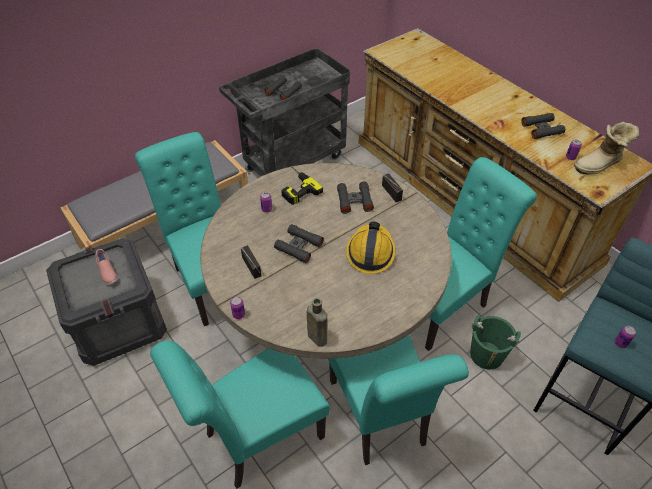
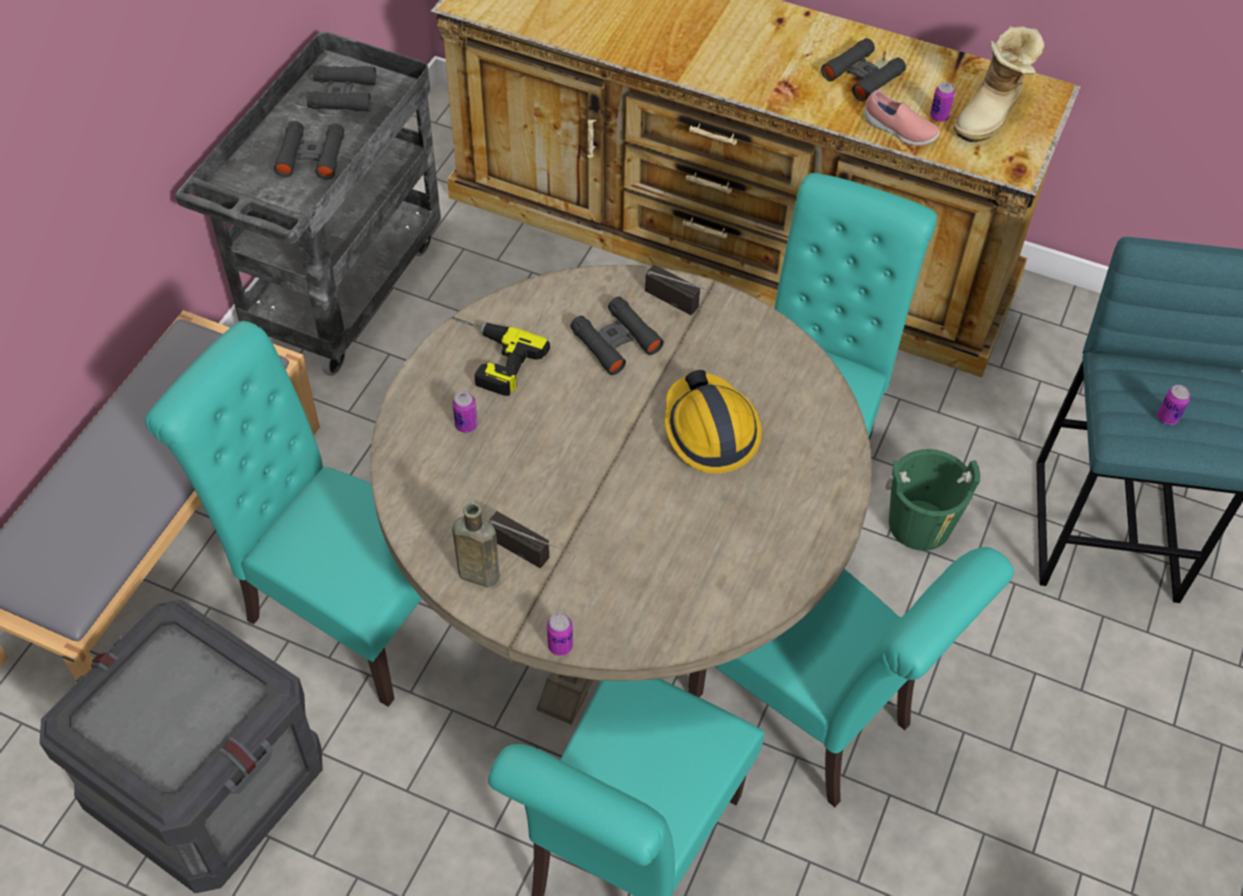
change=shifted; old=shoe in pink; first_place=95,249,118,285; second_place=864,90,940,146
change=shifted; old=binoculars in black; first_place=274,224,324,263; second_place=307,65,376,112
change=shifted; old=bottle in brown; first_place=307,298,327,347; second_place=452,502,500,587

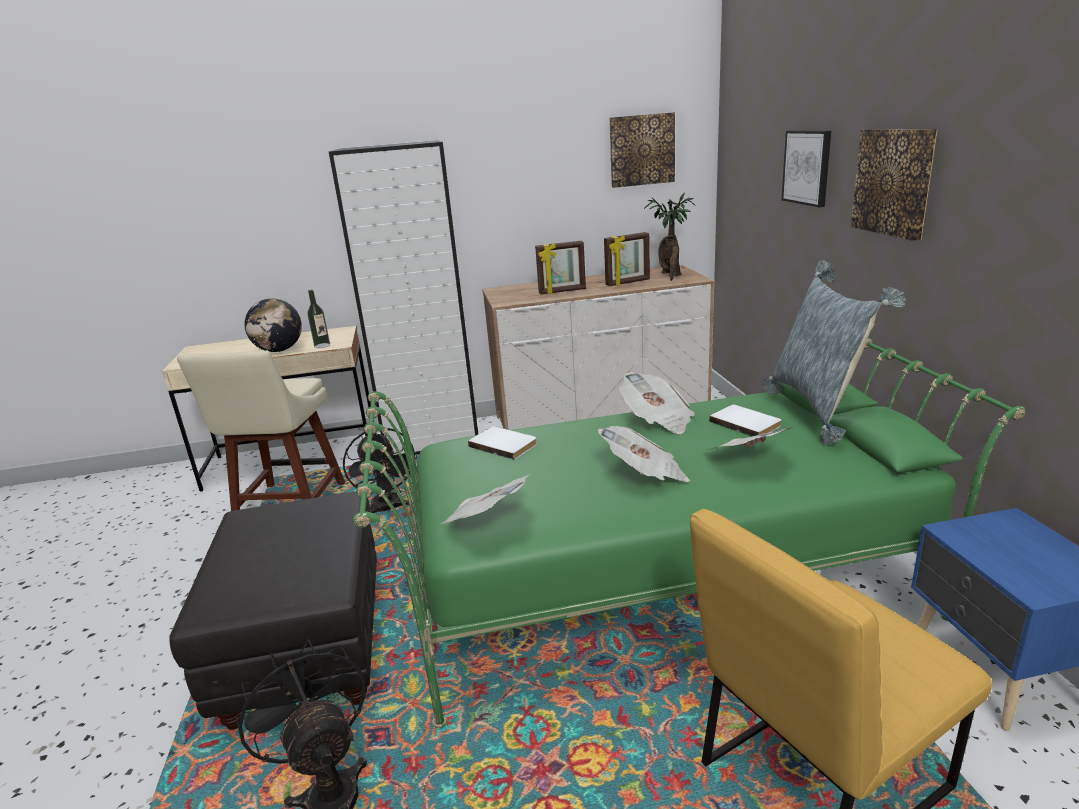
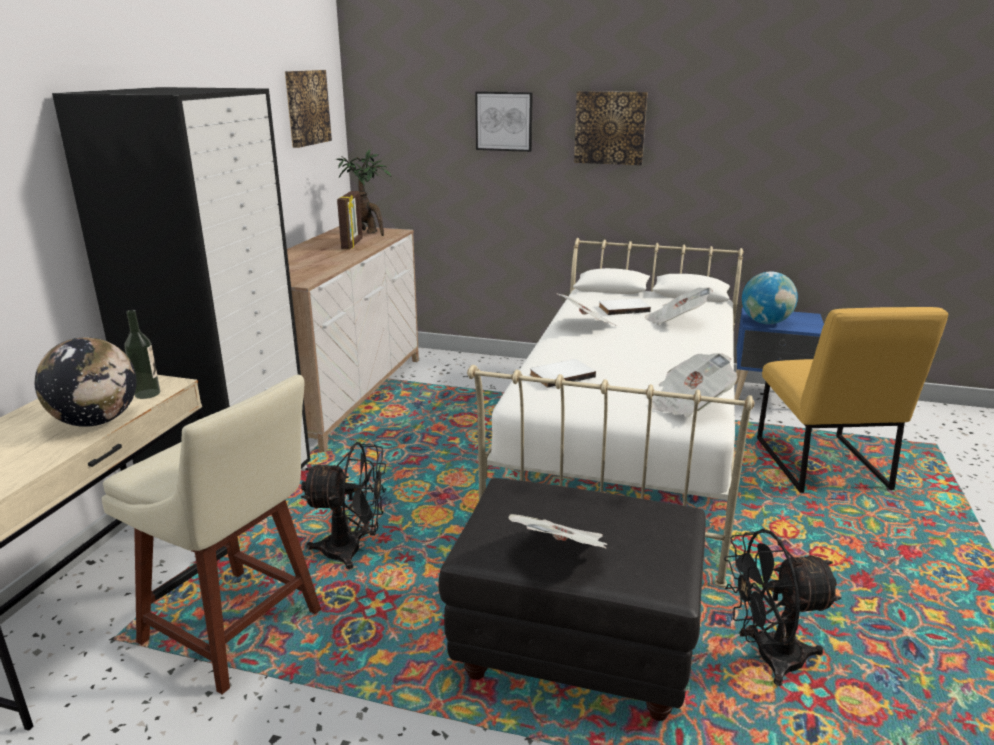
change=gone; old=picture frame; first_place=535,241,586,294
change=gone; old=pillow; first_place=762,260,906,446
change=new; new=globe; second_place=742,271,798,324
change=shifted; old=newspaper; first_place=598,426,690,482; second_place=509,514,608,548
change=repainted; old=bed in green; new=bed in white; first_place=353,338,1026,728; second_place=467,238,754,587

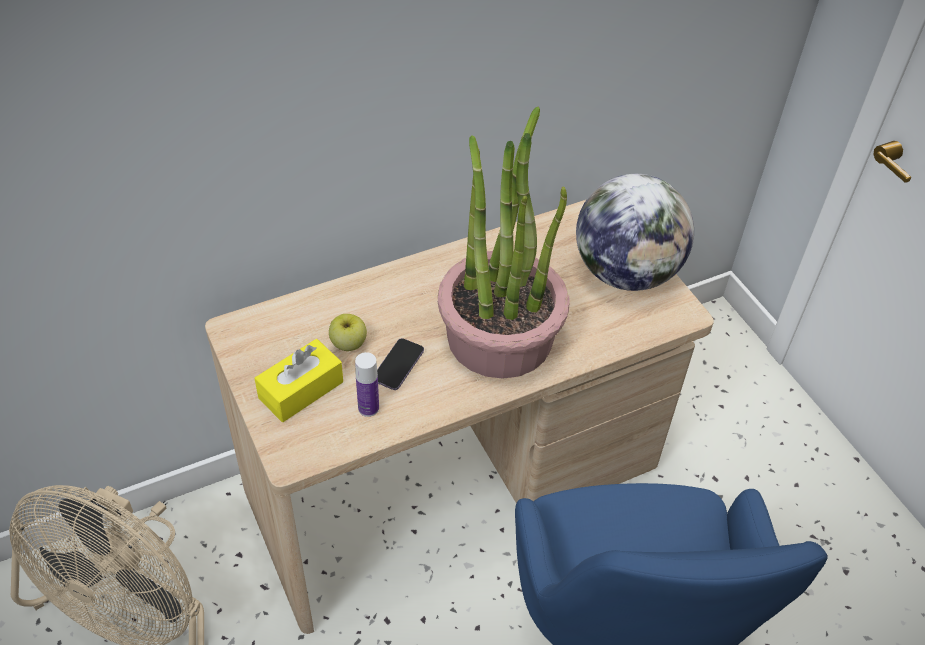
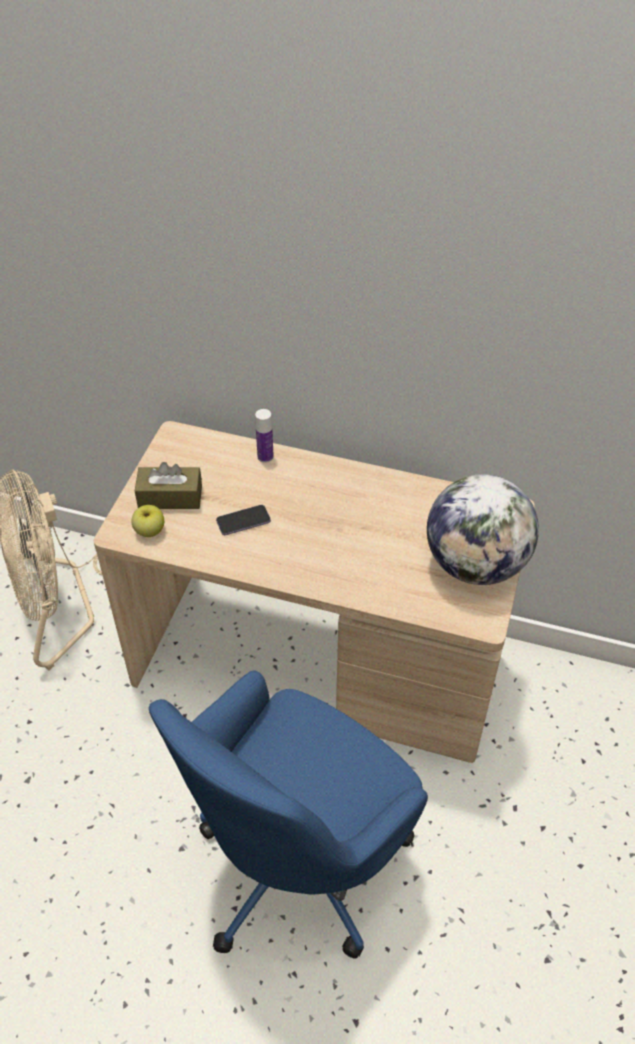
change=gone; old=potted plant; first_place=438,106,570,379
change=shifted; old=apple; first_place=329,314,367,351; second_place=131,505,164,537
change=shifted; old=bottle; first_place=355,352,379,417; second_place=255,409,274,463
change=repainted; old=tissue box in yellow; new=tissue box in brown; first_place=255,339,343,422; second_place=135,462,202,509

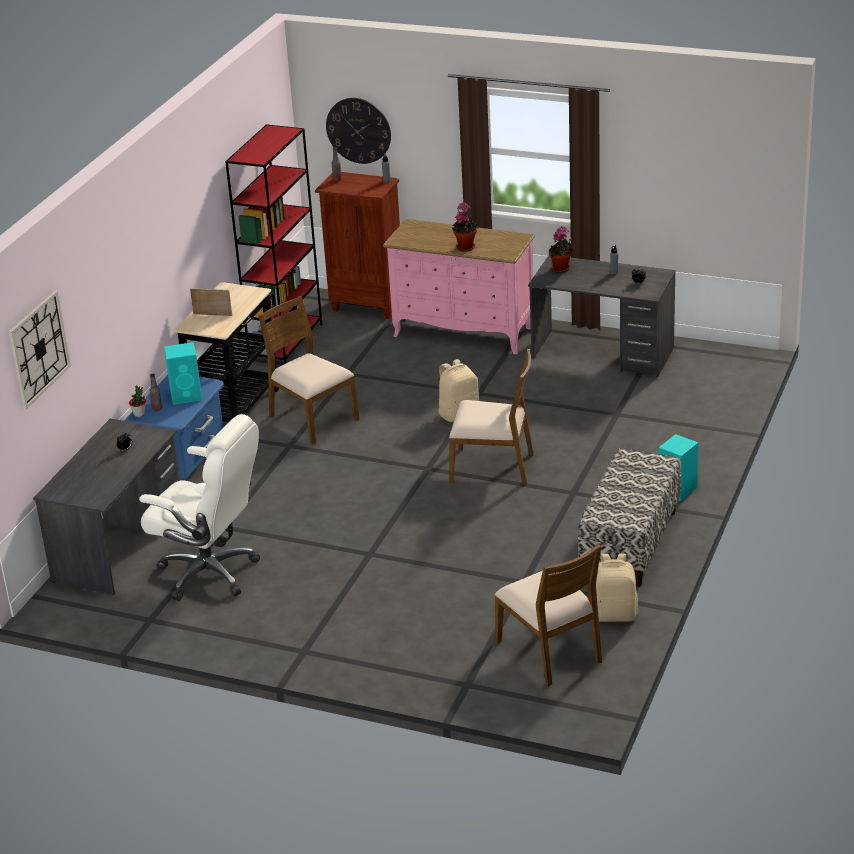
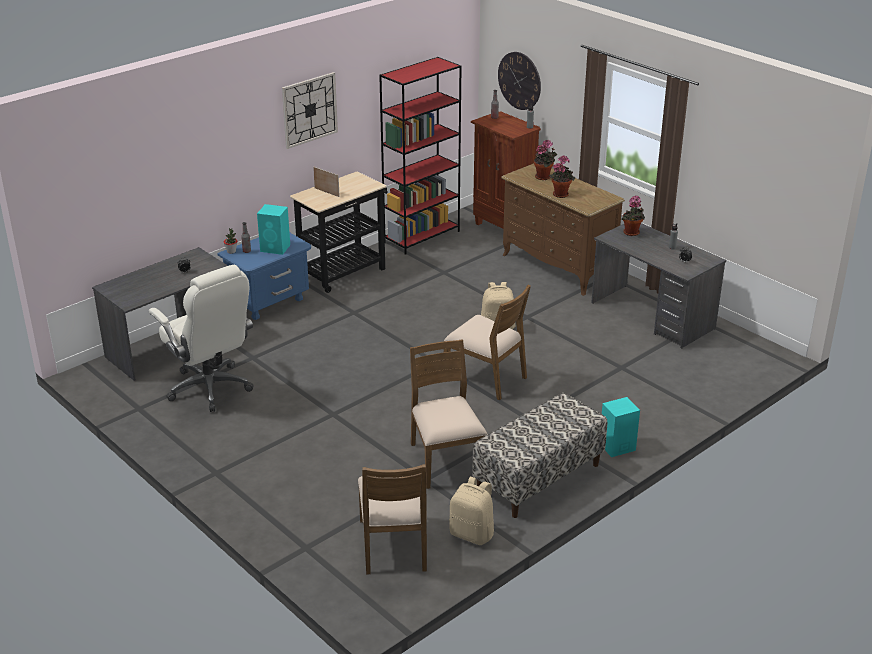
change=new; new=potted plant; second_place=534,140,557,180
change=shifted; old=wall clock; first_place=8,291,71,409; second_place=282,72,338,149
change=shifted; old=chair in brown; first_place=258,296,359,444; second_place=410,340,487,489
change=repainted; old=dresser in pink; new=dresser in brown; first_place=383,219,535,354; second_place=501,163,625,296

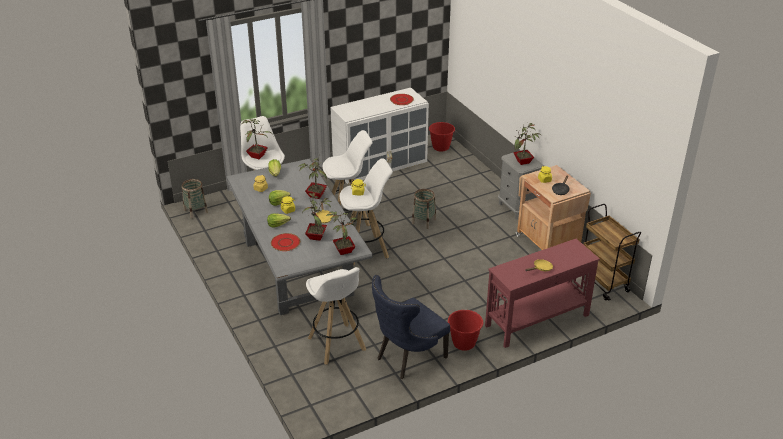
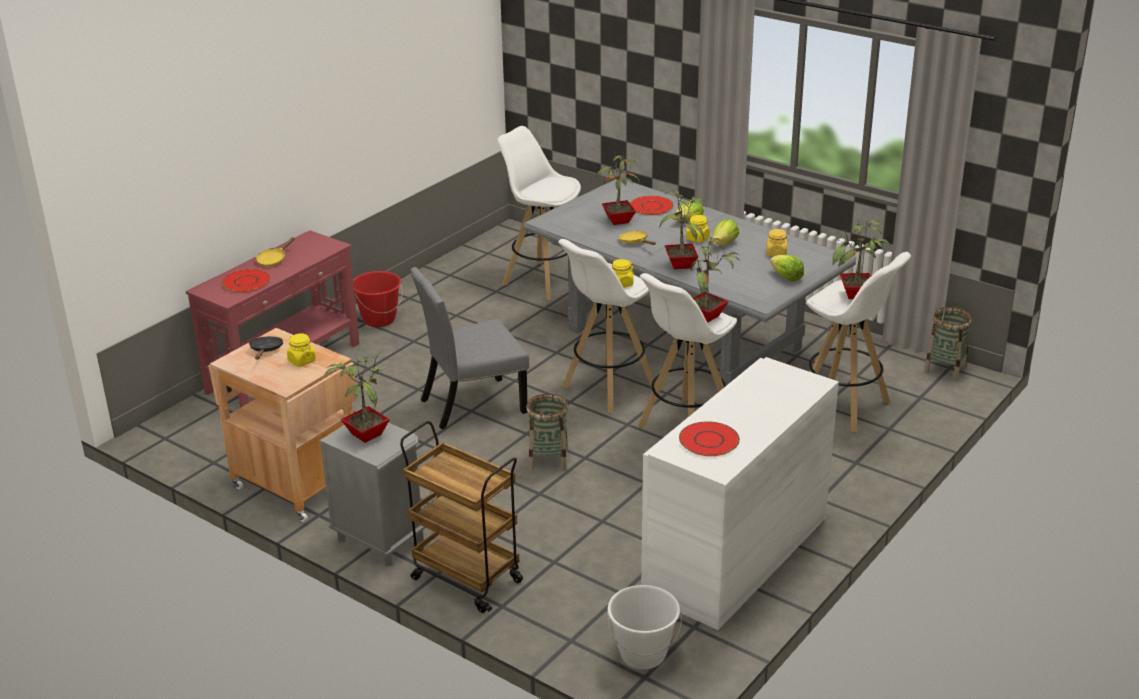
change=gone; old=chair in blue; first_place=372,275,450,379
change=new; new=plate in red; second_place=222,269,271,292
change=new; new=chair in grey; second_place=411,267,530,429
change=shifted; old=potted plant; first_place=326,211,358,255; second_place=689,236,740,323
change=shifted; old=cart in brown; first_place=583,204,641,301; second_place=400,421,523,613
change=repainted; old=bucket in red; new=bucket in white; first_place=429,122,456,152; second_place=607,585,682,669

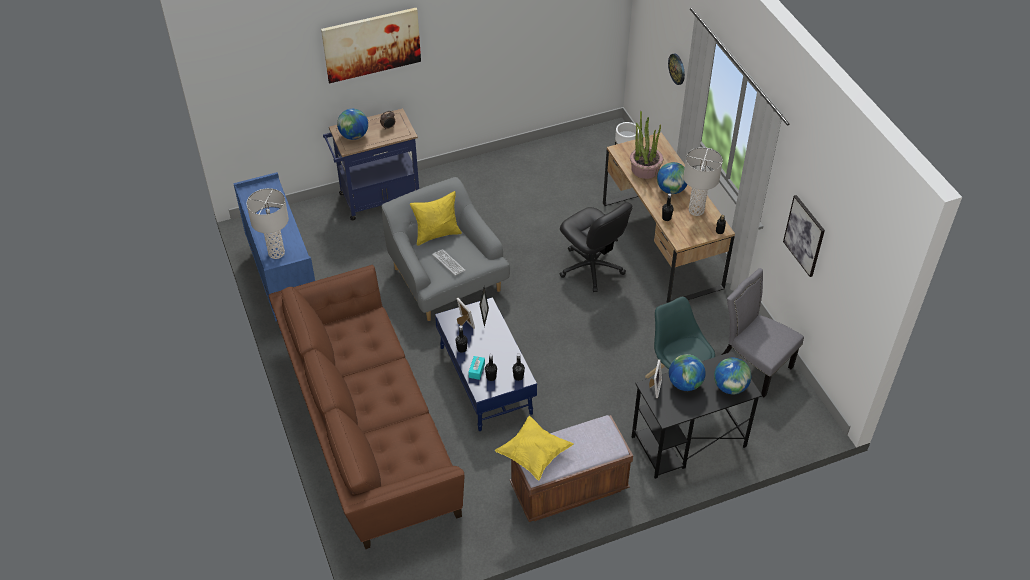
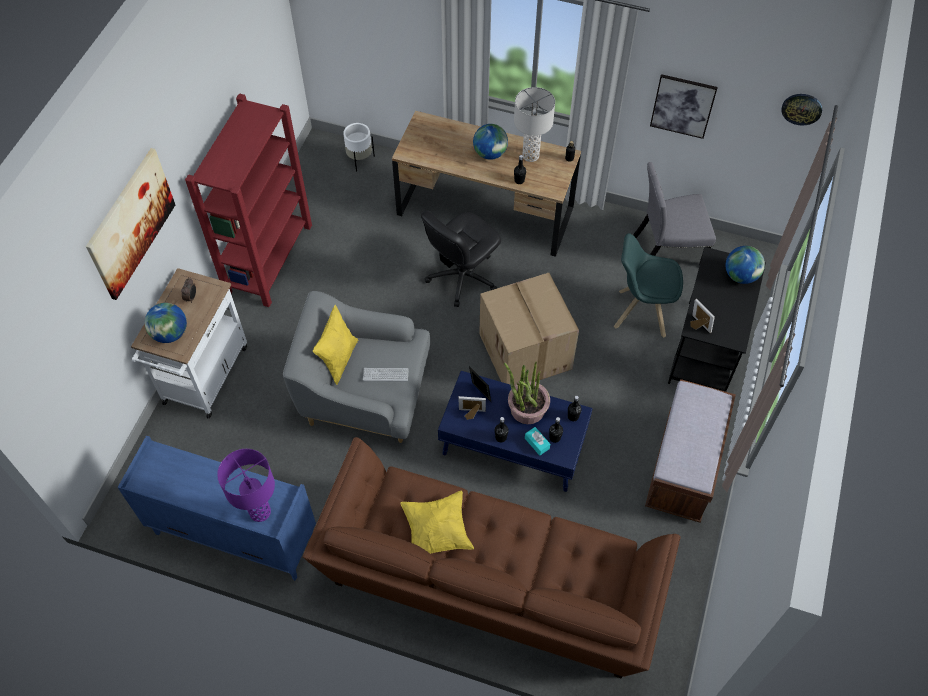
change=gone; old=globe; first_place=669,354,706,391
change=new; new=bookcase in red; second_place=185,94,312,307
change=new; new=cardboard box; second_place=479,273,579,386
change=shifted; old=pillow in yellow; first_place=495,416,573,481; second_place=400,490,474,554
change=shifted; old=potted plant; first_place=630,111,663,179; second_place=504,361,550,424
change=shifted; old=wall clock; first_place=668,54,685,85; second_place=781,94,822,126
change=repainted; old=table lamp in white; new=table lamp in purple; first_place=247,188,289,259; second_place=217,449,275,522
change=repainted; old=cart in blue; new=cart in white; first_place=323,108,419,221; second_place=131,268,247,419
change=rotated; old=office chair in black; first_place=560,202,632,292; second_place=421,211,501,307; degrees=135

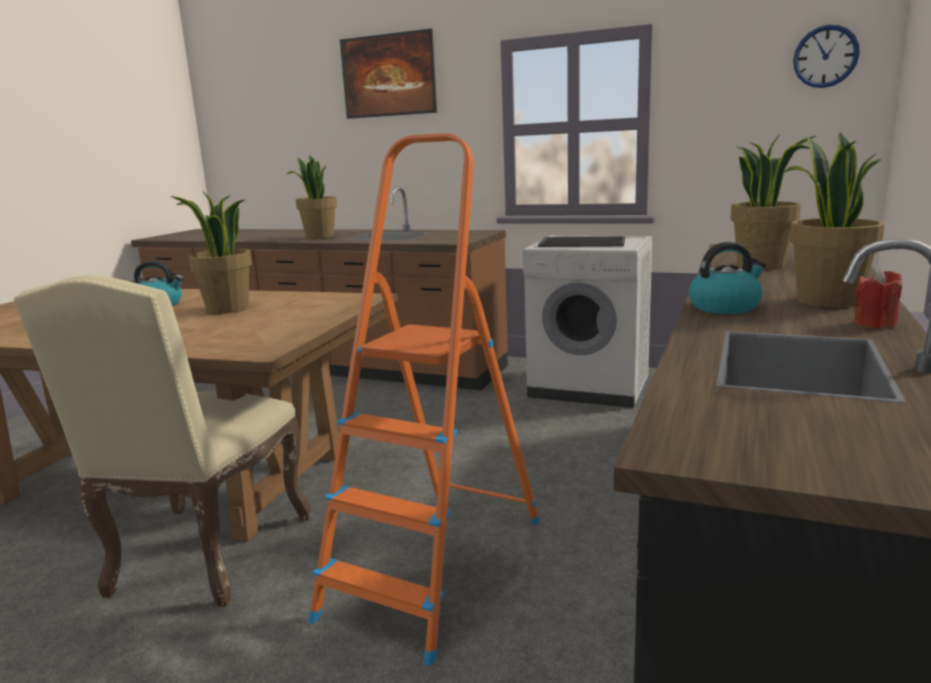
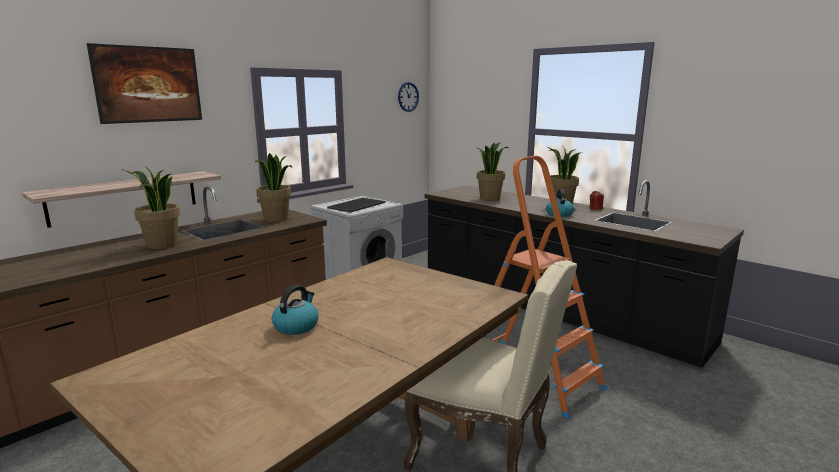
change=new; new=shelf; second_place=22,171,221,228
change=shifted; old=potted plant; first_place=171,191,252,314; second_place=255,153,293,222

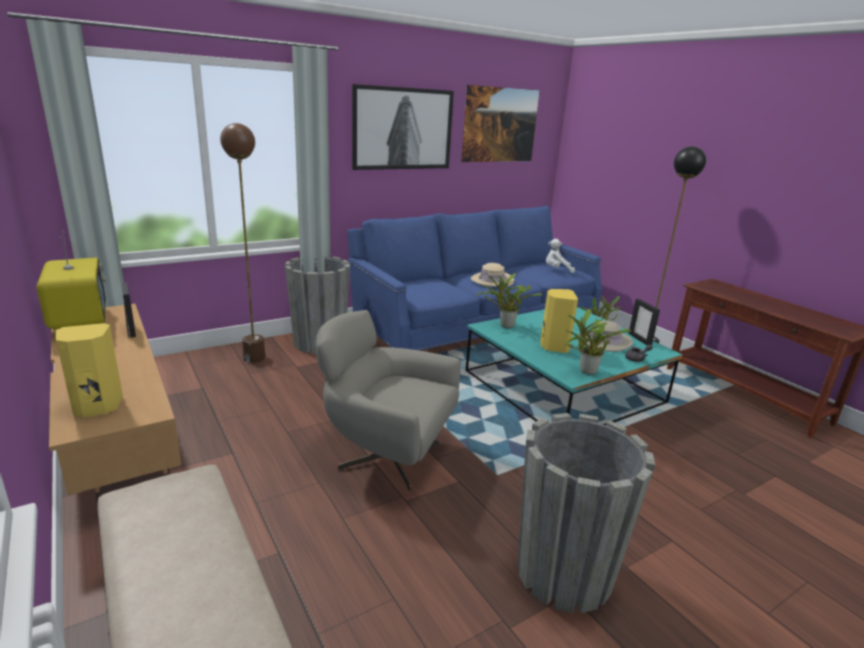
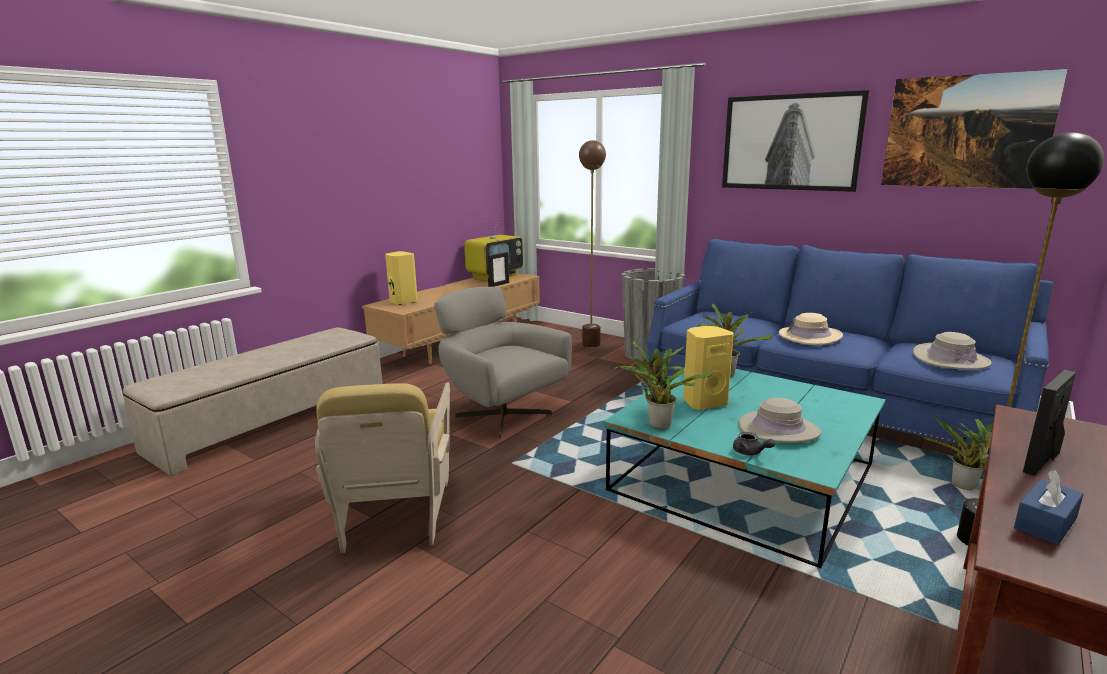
change=new; new=tissue box in blue; second_place=1014,470,1084,545
change=shifted; old=picture frame; first_place=628,299,660,345; second_place=1023,370,1076,476
change=swapped; old=planter in grey; new=armchair in yellow; first_place=517,413,655,613; second_place=315,382,450,553
change=swapped; old=plush toy in white; new=hat in beige; first_place=546,239,575,273; second_place=913,332,992,370
change=rotated; old=armchair in grey; first_place=315,310,461,491; second_place=434,287,572,439; degrees=-45

